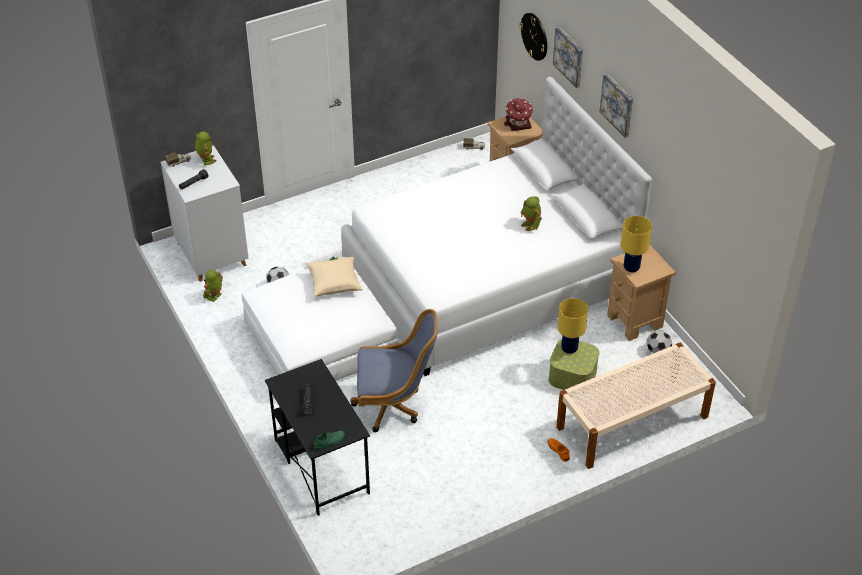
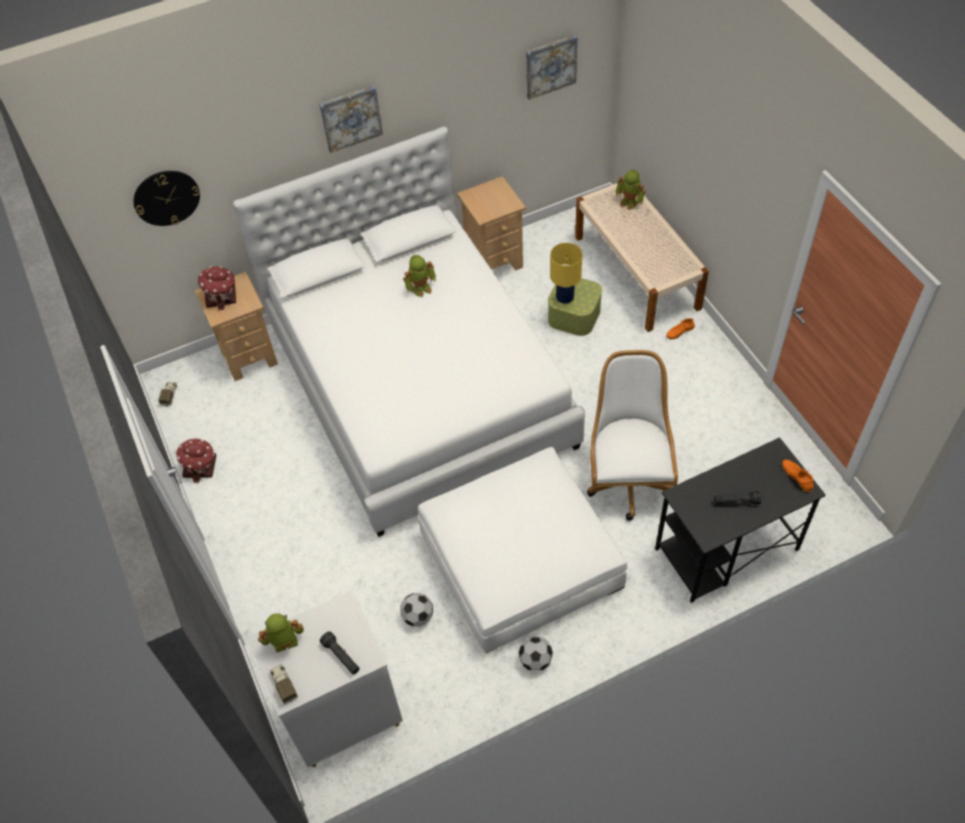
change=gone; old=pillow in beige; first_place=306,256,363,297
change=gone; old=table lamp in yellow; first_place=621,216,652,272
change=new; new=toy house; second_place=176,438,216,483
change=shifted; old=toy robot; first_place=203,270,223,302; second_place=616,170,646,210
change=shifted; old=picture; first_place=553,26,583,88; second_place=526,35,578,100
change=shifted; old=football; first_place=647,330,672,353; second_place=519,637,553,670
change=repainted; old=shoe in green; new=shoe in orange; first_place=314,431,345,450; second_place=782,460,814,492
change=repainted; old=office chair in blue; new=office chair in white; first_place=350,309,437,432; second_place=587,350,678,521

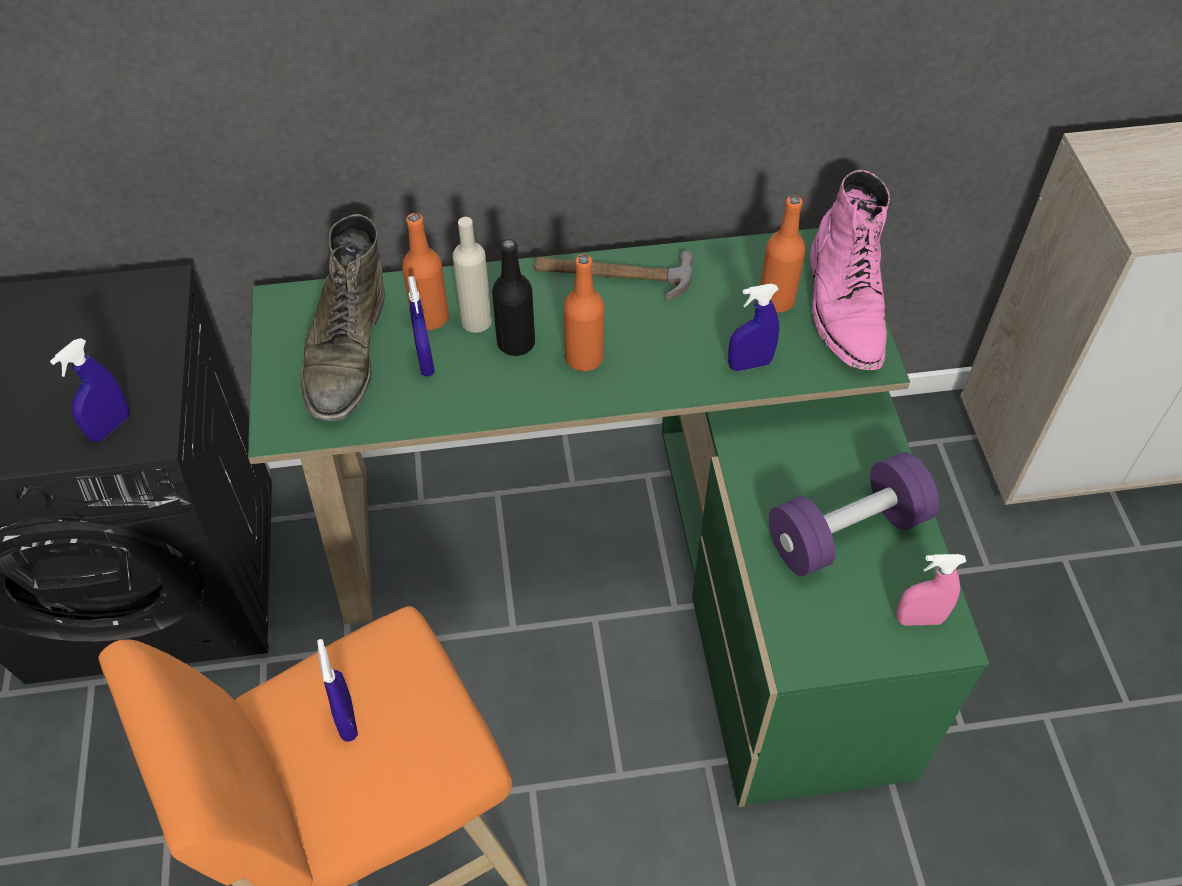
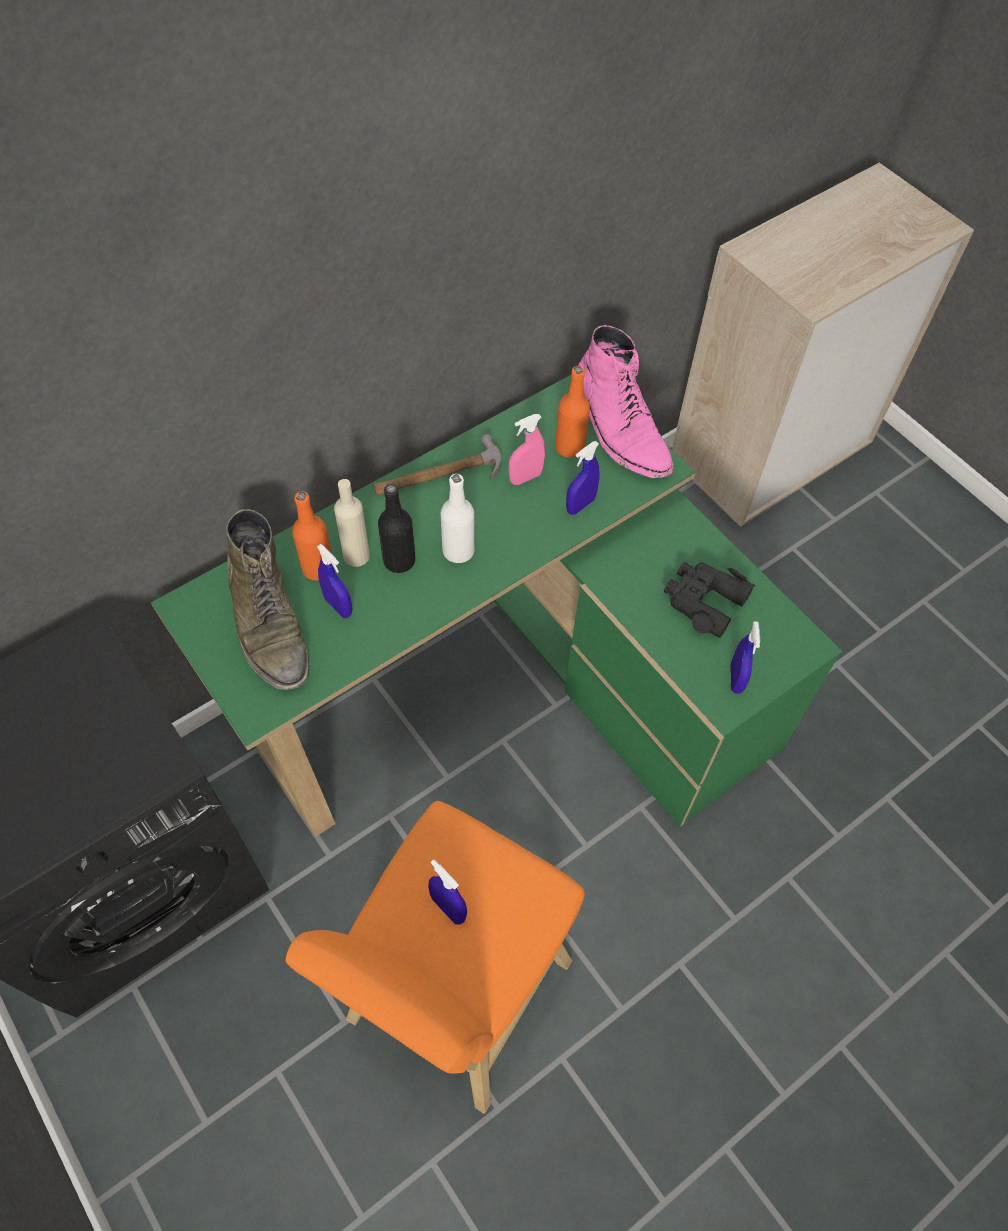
change=shifted; old=spray bottle in blue; first_place=50,338,129,442; second_place=730,621,760,694
change=shifted; old=spray bottle in pink; first_place=896,554,966,626; second_place=508,414,545,485
change=swapped; old=dumbbell in purple; new=binoculars in black; first_place=769,452,939,576; second_place=664,562,755,638
change=repainted; old=bottle in orange; new=bottle in white; first_place=564,254,604,371; second_place=441,474,475,563

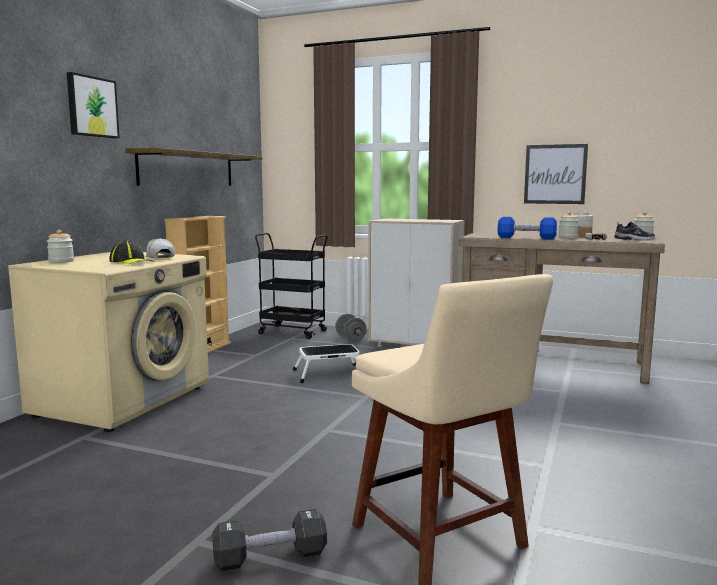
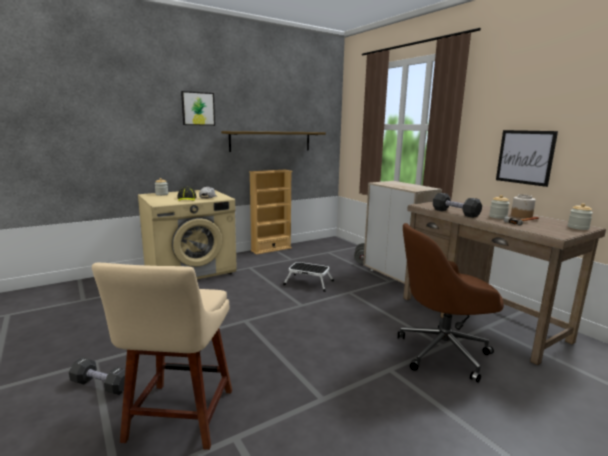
change=gone; old=cart in black; first_place=255,233,327,339
change=gone; old=shoe; first_place=614,221,655,240
change=new; new=office chair in brown; second_place=397,223,504,383
change=repainted; old=dumbbell in blue; new=dumbbell in black; first_place=498,217,557,239; second_place=433,193,482,218

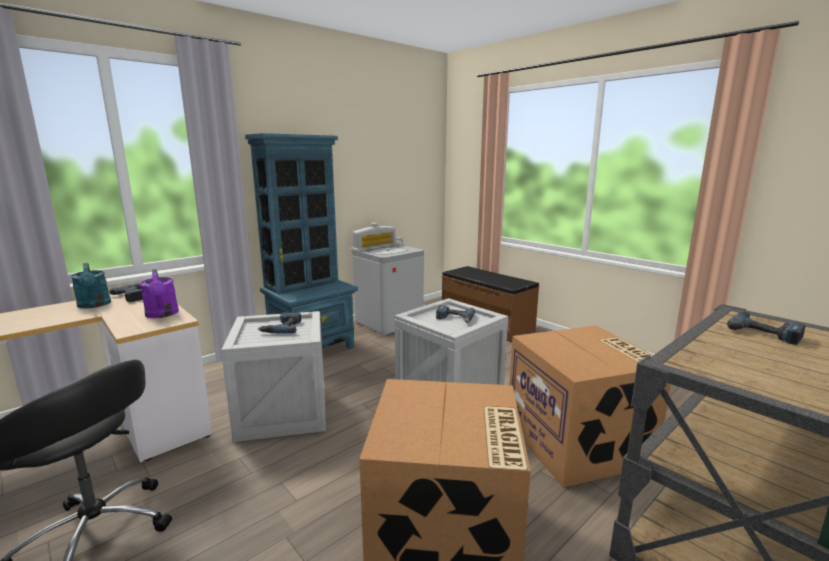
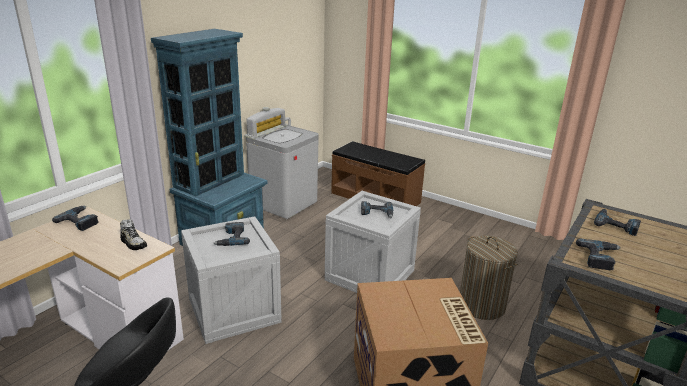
change=gone; old=watering can in turquoise; first_place=71,263,111,308
change=new; new=power drill; second_place=576,238,621,270
change=swapped; old=watering can in purple; new=shoe; first_place=140,269,179,318; second_place=120,219,147,250
change=swapped; old=cardboard box; new=laundry basket; first_place=509,325,671,488; second_place=460,236,518,320

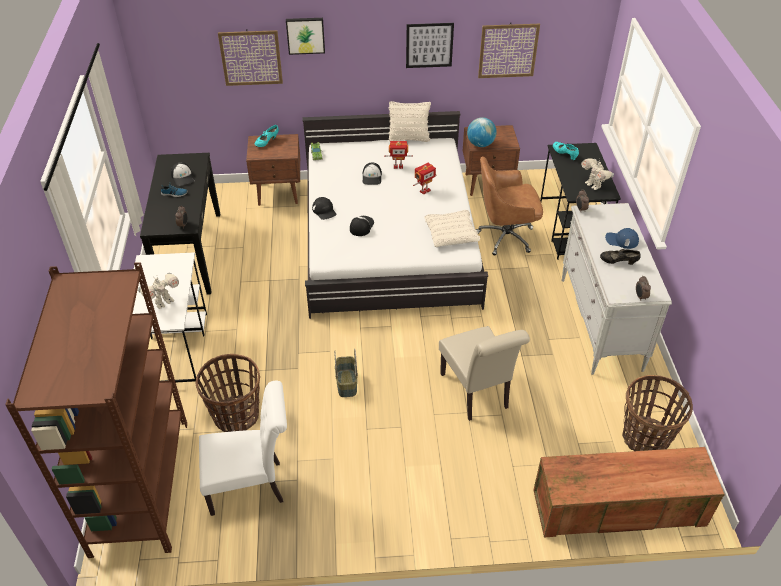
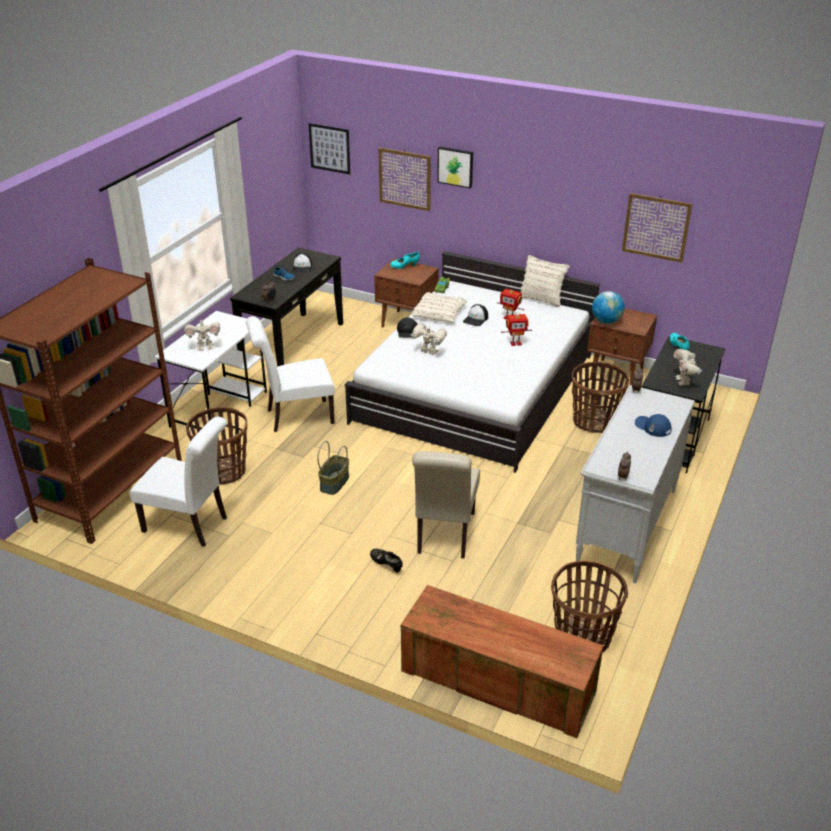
change=new; new=chair in white; second_place=246,316,335,432
change=shifted; old=picture; first_place=406,23,454,68; second_place=308,123,350,175
change=shifted; old=pillow in beige; first_place=424,210,480,247; second_place=412,292,467,322
change=shifted; old=shoe in black; first_place=600,249,641,265; second_place=370,548,403,573
change=swapped; old=cap; new=toy robot; first_place=350,216,374,236; second_place=410,323,447,355
change=swapped; old=office chair in brown; new=basket; first_place=476,156,543,255; second_place=572,362,629,433

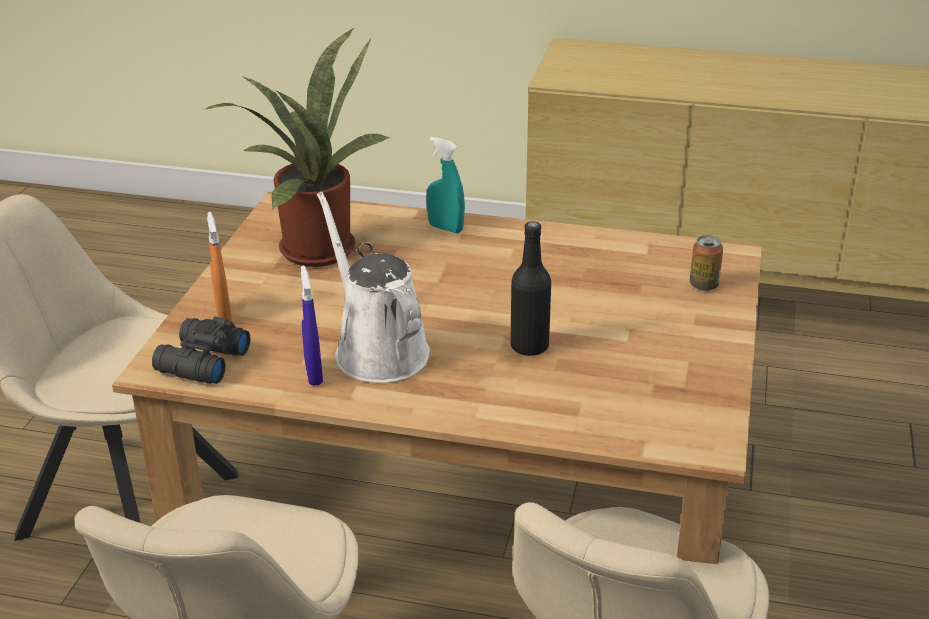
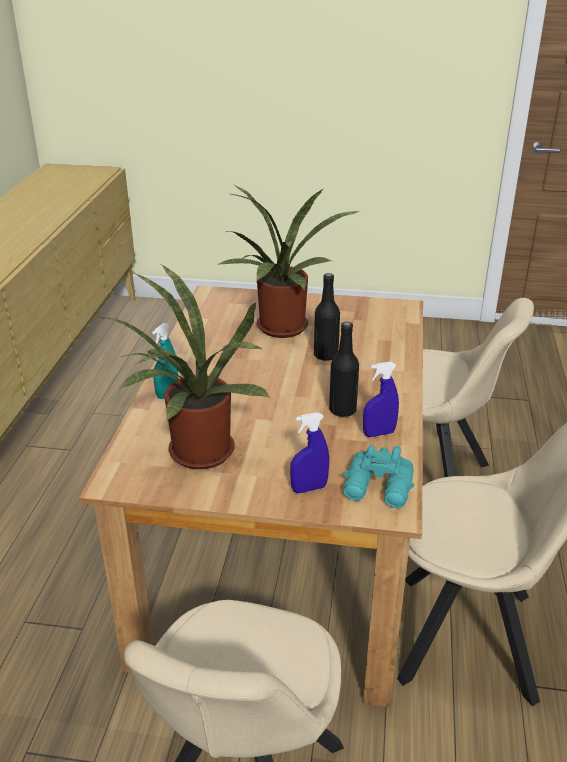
change=gone; old=can; first_place=690,235,723,291
change=new; new=potted plant; second_place=216,185,360,338
change=swapped; old=watering can in white; new=bottle in black; first_place=317,192,430,383; second_place=329,322,359,417
change=repainted; old=binoculars in black; new=binoculars in turquoise; first_place=152,317,250,384; second_place=343,445,415,508
change=repainted; old=spray bottle in orange; new=spray bottle in blue; first_place=207,212,232,321; second_place=290,412,329,493

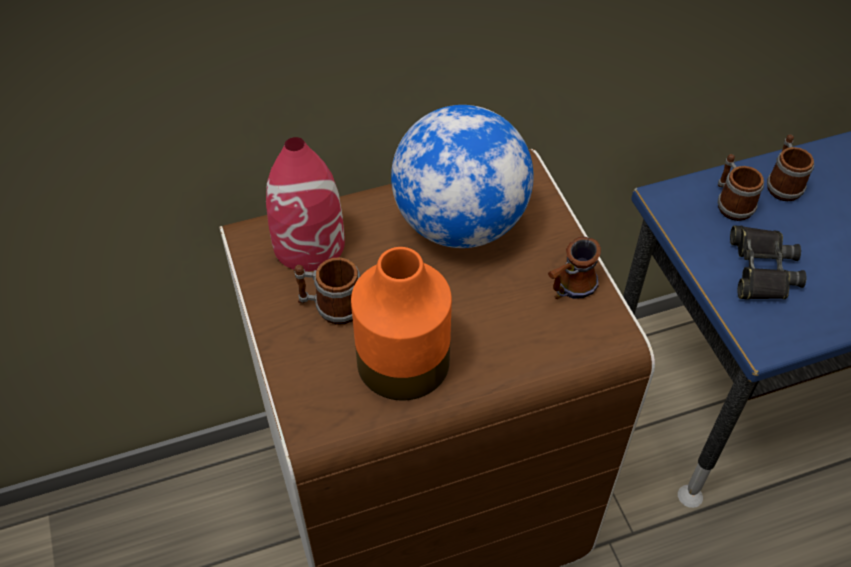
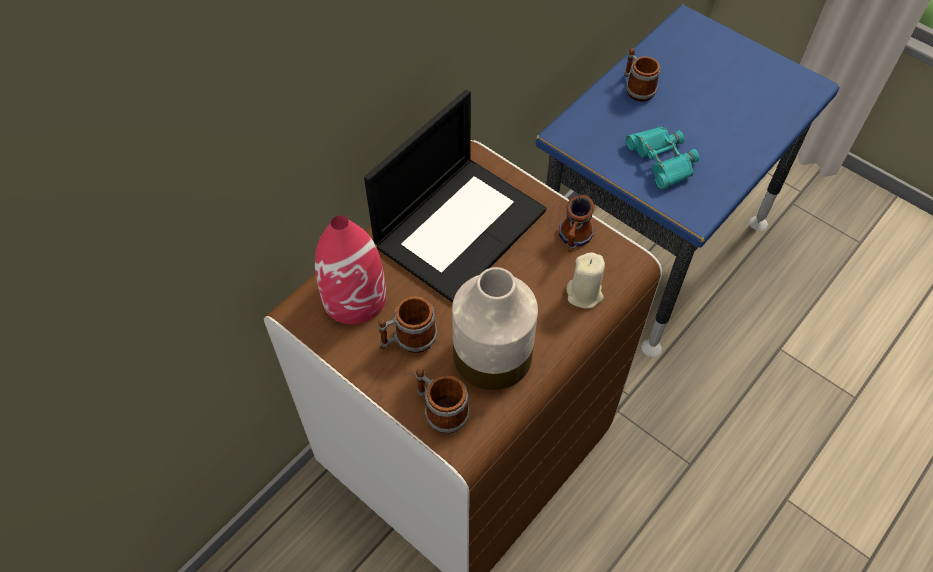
change=new; new=candle in beige; second_place=567,252,605,309
change=shifted; old=mug; first_place=718,154,764,221; second_place=415,368,470,434
change=swapped; old=globe; new=laptop; first_place=391,105,534,248; second_place=364,90,546,303
change=repainted; old=vase in orange; new=vase in beige; first_place=351,247,452,401; second_place=452,267,538,390
change=repainted; old=binoculars in black; new=binoculars in turquoise; first_place=730,225,806,300; second_place=626,127,699,190

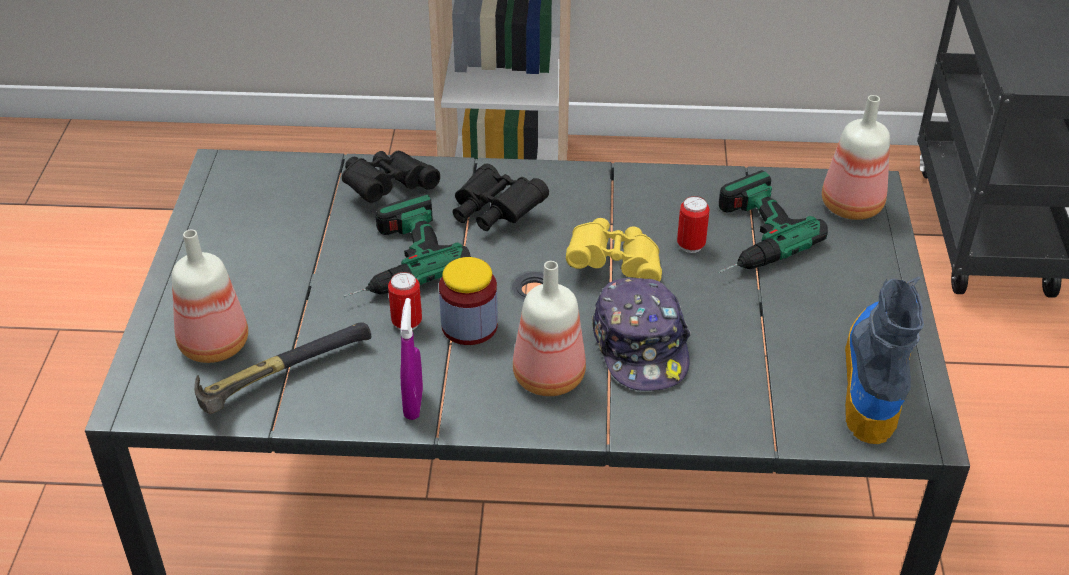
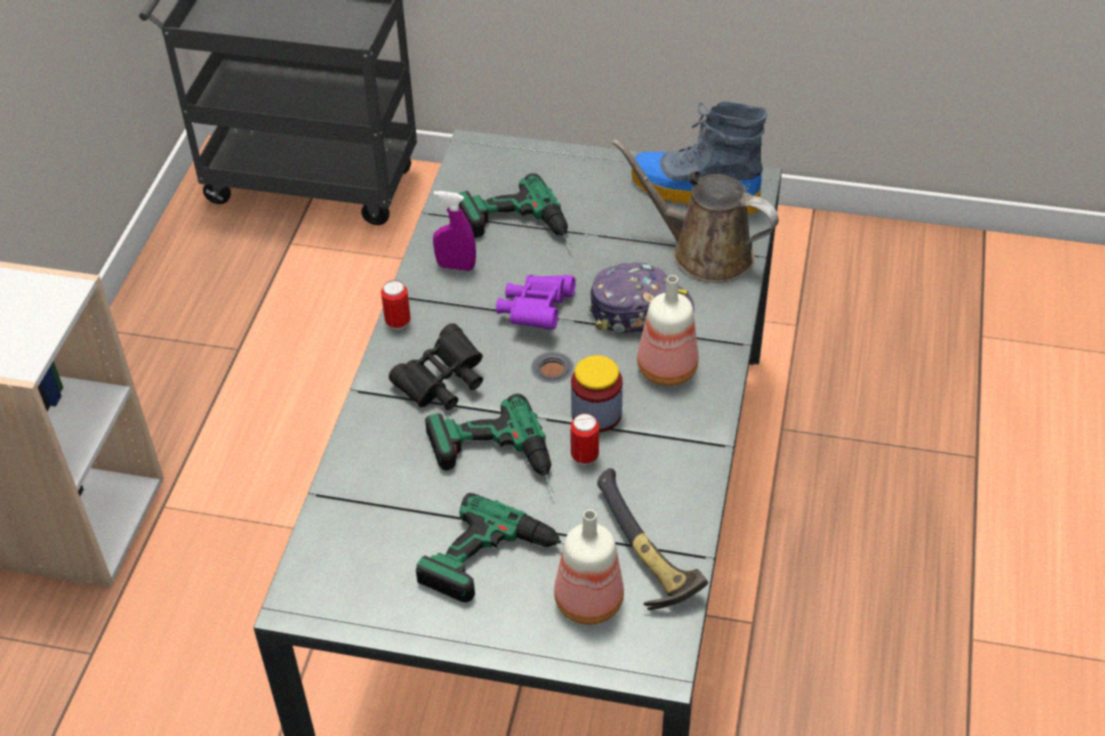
change=gone; old=binoculars in black; first_place=342,151,440,203
change=gone; old=bottle; first_place=822,95,890,220
change=new; new=power drill; second_place=416,493,564,602
change=new; new=watering can in brown; second_place=612,139,779,283
change=shifted; old=spray bottle in purple; first_place=400,298,423,420; second_place=433,191,476,271
change=shifted; old=can; first_place=677,196,709,253; second_place=381,280,411,330
change=repainted; old=binoculars in yellow; new=binoculars in purple; first_place=566,218,662,282; second_place=496,275,576,330

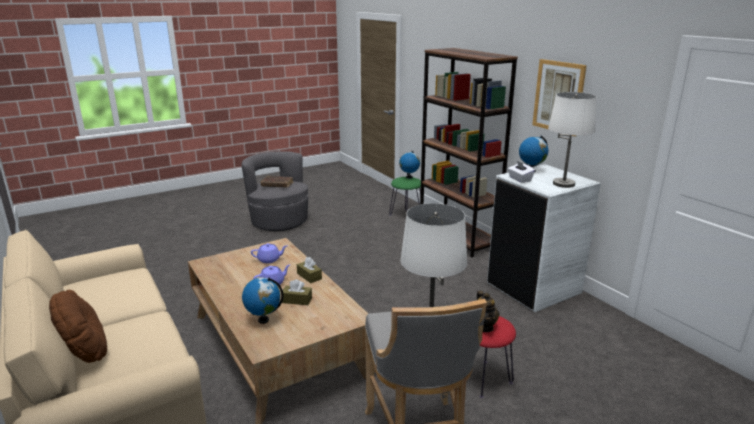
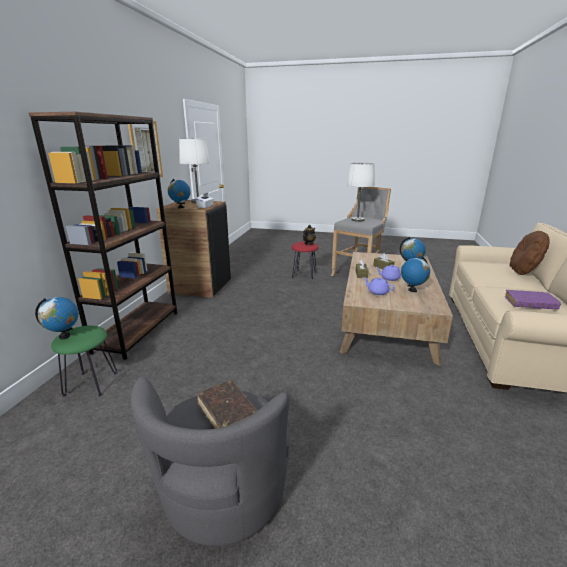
change=new; new=globe; second_place=401,257,430,292
change=new; new=book in purple; second_place=505,290,561,309
change=repainted; old=cabinet in white; new=cabinet in brown; first_place=487,164,601,312; second_place=156,200,231,298

